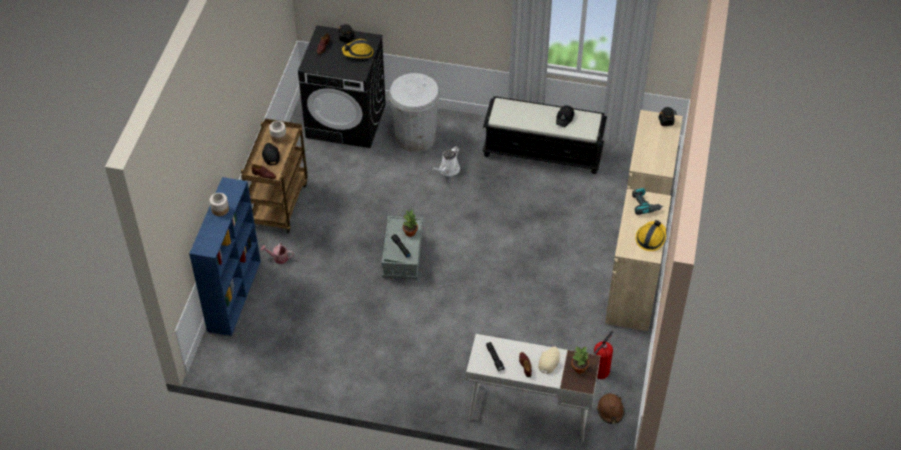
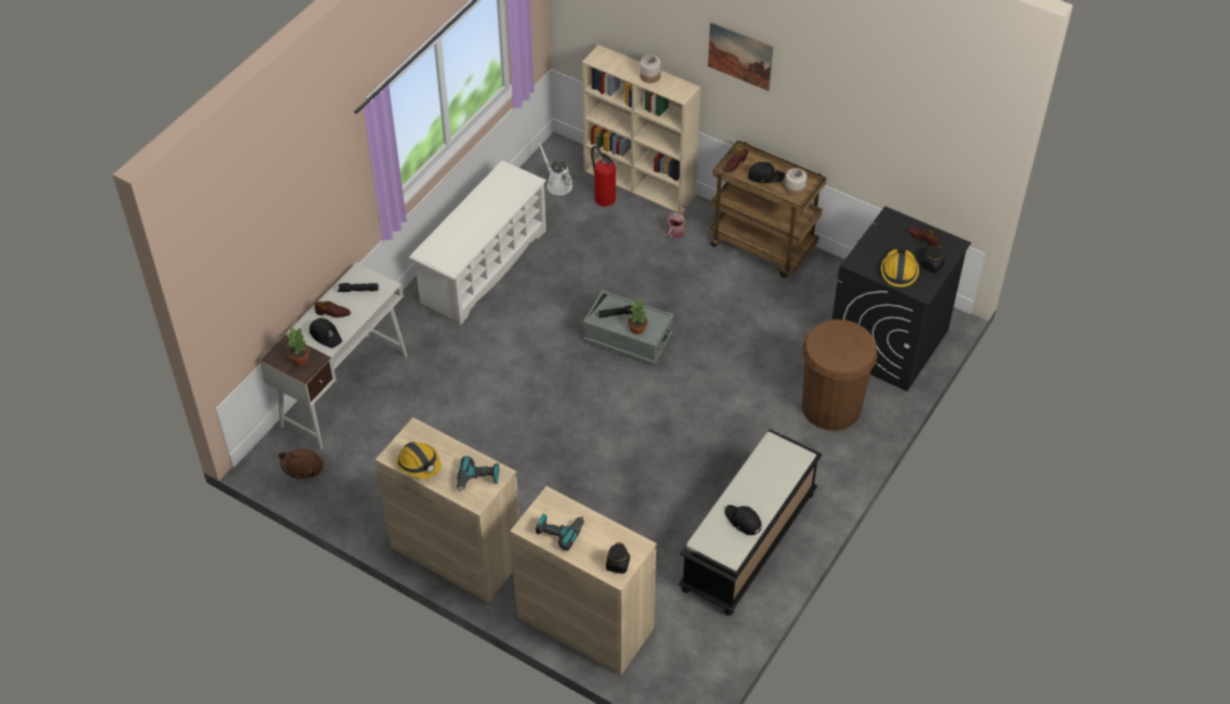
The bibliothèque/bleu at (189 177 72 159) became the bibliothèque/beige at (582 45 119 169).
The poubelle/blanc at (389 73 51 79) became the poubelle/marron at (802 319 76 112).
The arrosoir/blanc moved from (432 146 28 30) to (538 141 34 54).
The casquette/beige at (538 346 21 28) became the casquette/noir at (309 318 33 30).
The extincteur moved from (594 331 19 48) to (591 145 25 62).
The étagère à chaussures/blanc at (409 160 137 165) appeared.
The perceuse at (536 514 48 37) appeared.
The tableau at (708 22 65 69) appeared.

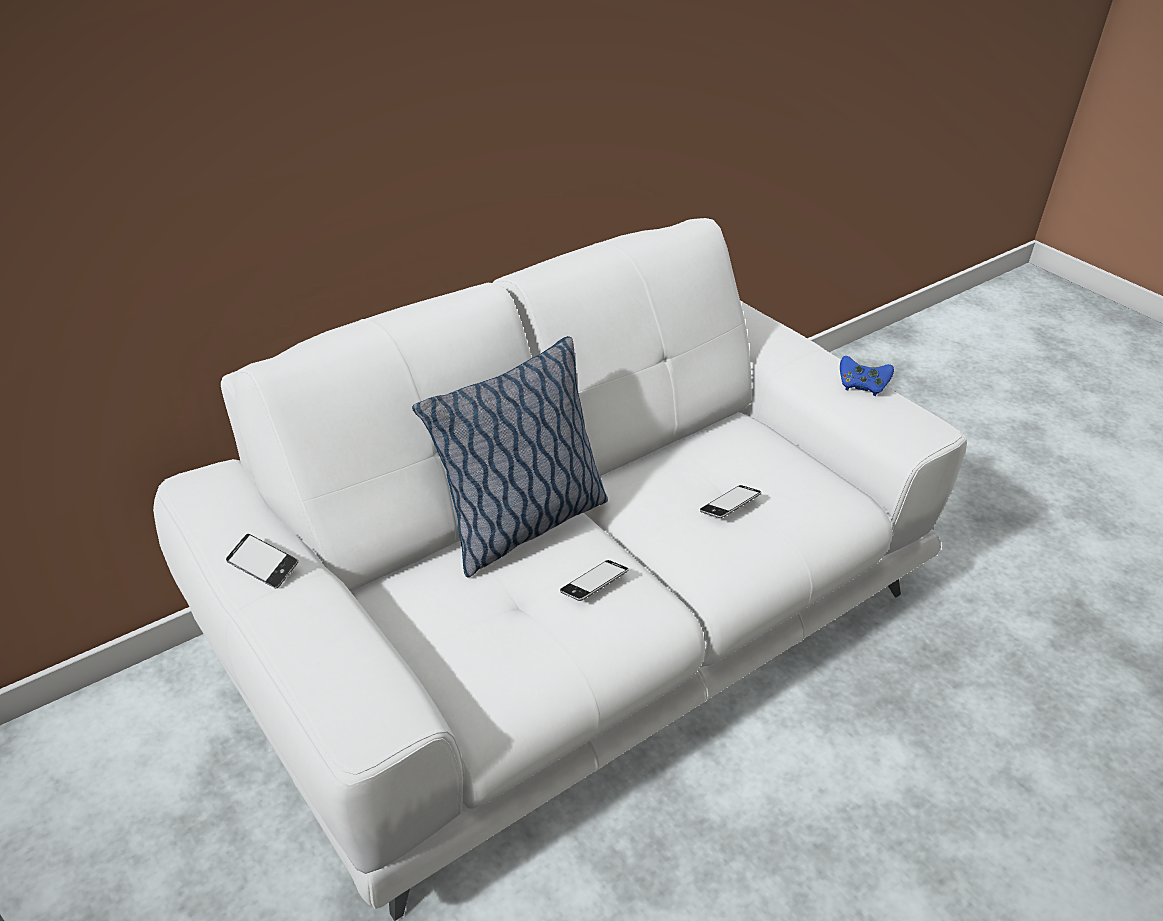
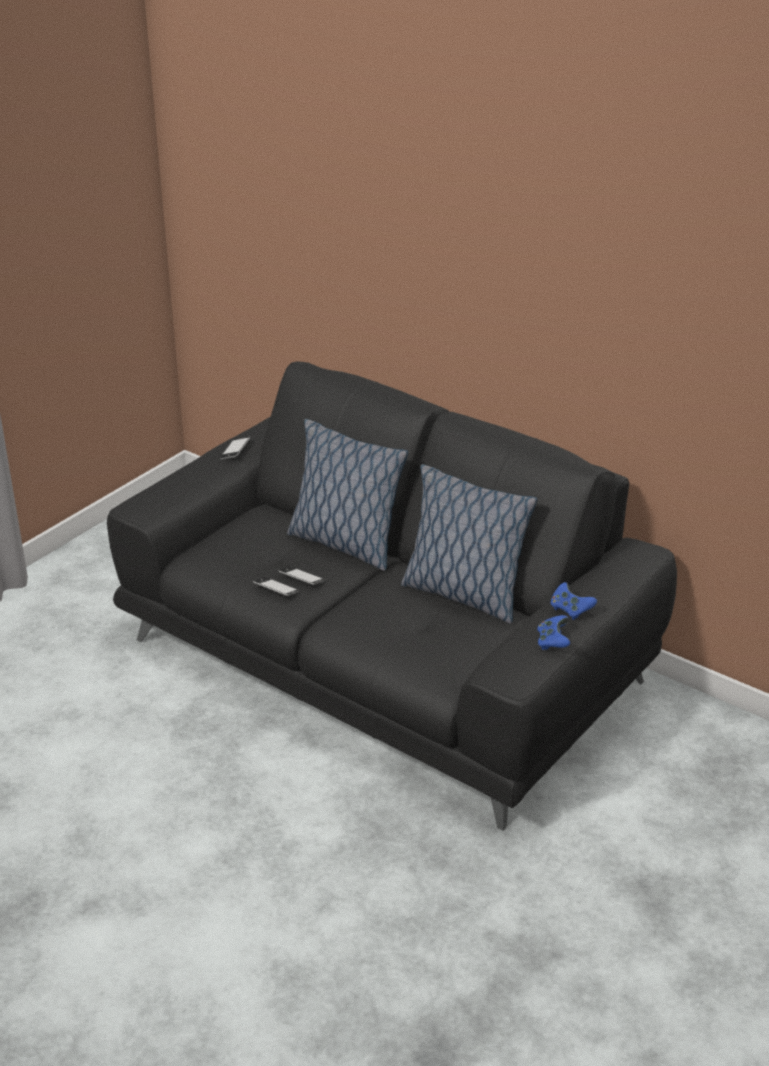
The canapé/blanc at (153 218 814 703) became the canapé/noir at (107 361 570 470).
The téléphone moved from (700 485 61 33) to (253 577 46 19).
The coussin at (401 464 136 160) appeared.
The manette/bleu at (551 582 46 38) appeared.

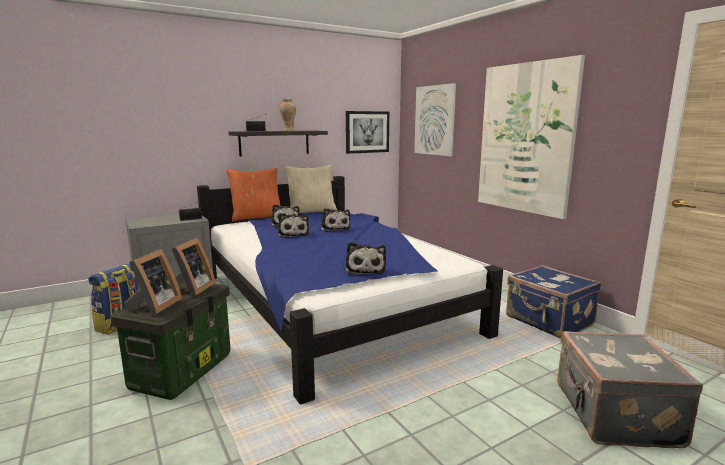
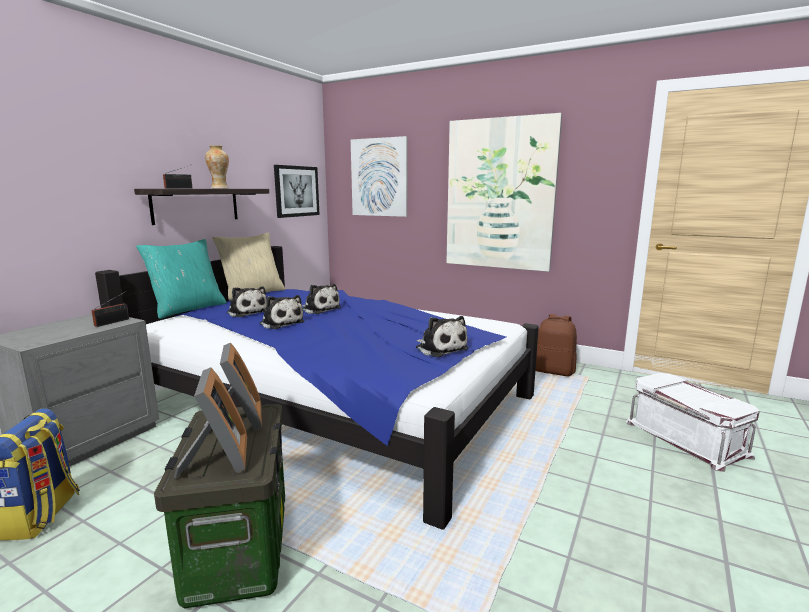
The coussin/orange at (226 168 54 54) became the coussin/turquoise at (136 239 91 80).
The valise/bleu at (506 265 95 74) was replaced by the sac à dos/marron at (535 314 42 62).
The valise/gris at (557 331 146 117) was replaced by the boîte de rangement/blanc at (626 373 134 99).

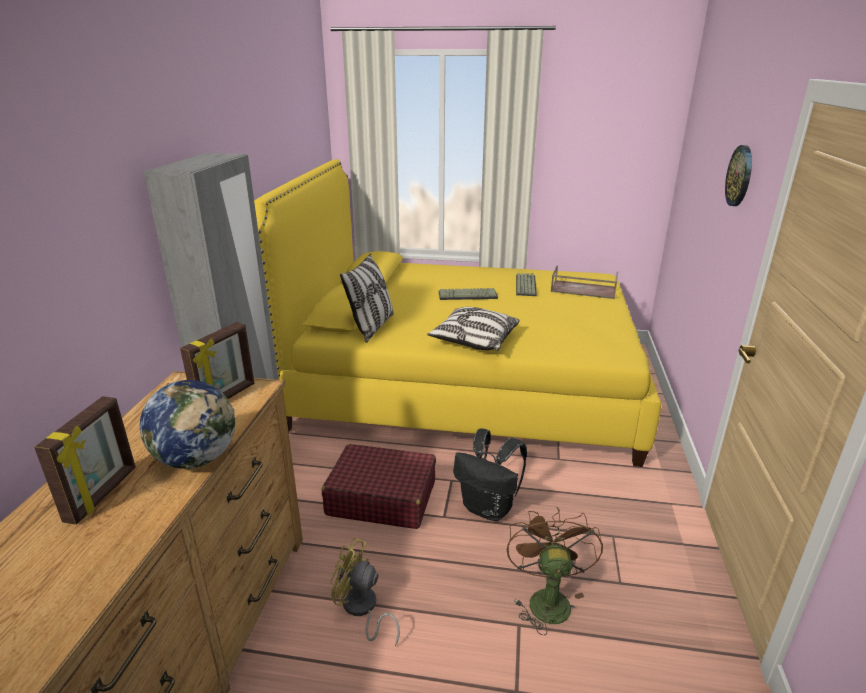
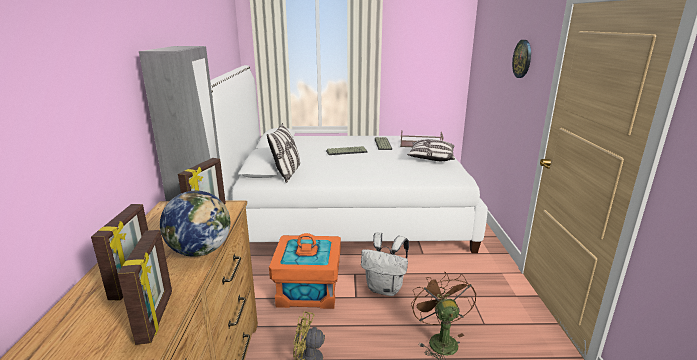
The lit/jaune at (254 159 407 308) became the lit/blanc at (210 65 278 188).
The valise/rouge at (322 444 114 85) was replaced by the boîte de rangement/orange at (269 233 72 76).
The coussin moved from (427 307 93 44) to (407 139 48 22).
The sac à dos/noir at (453 429 74 92) became the sac à dos/blanc at (361 232 48 64).
The cadre photo at (118 230 54 115) appeared.

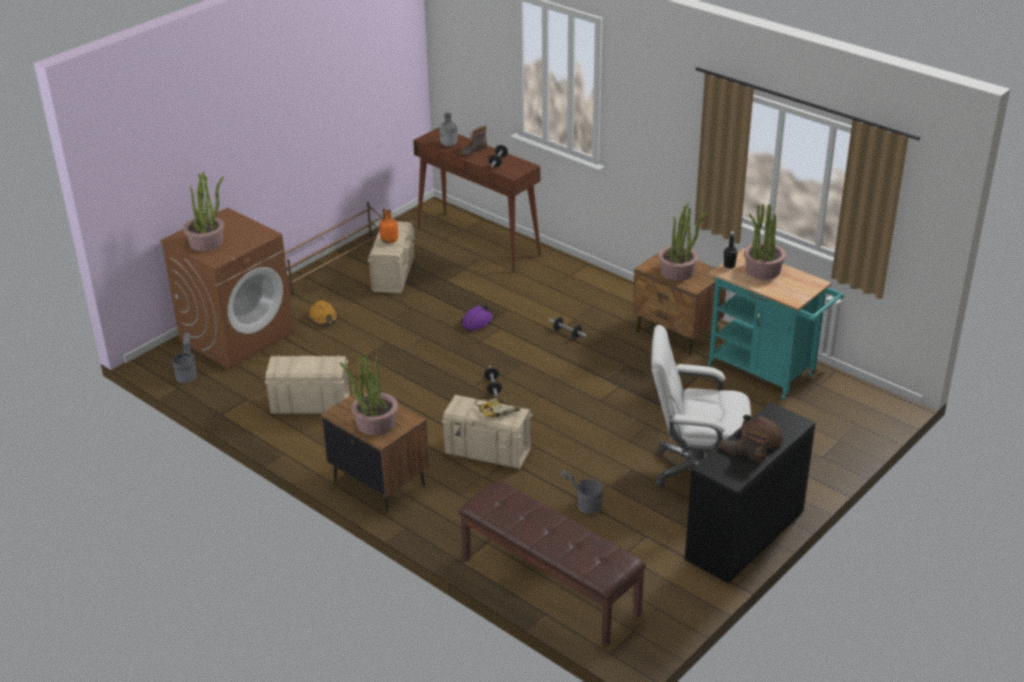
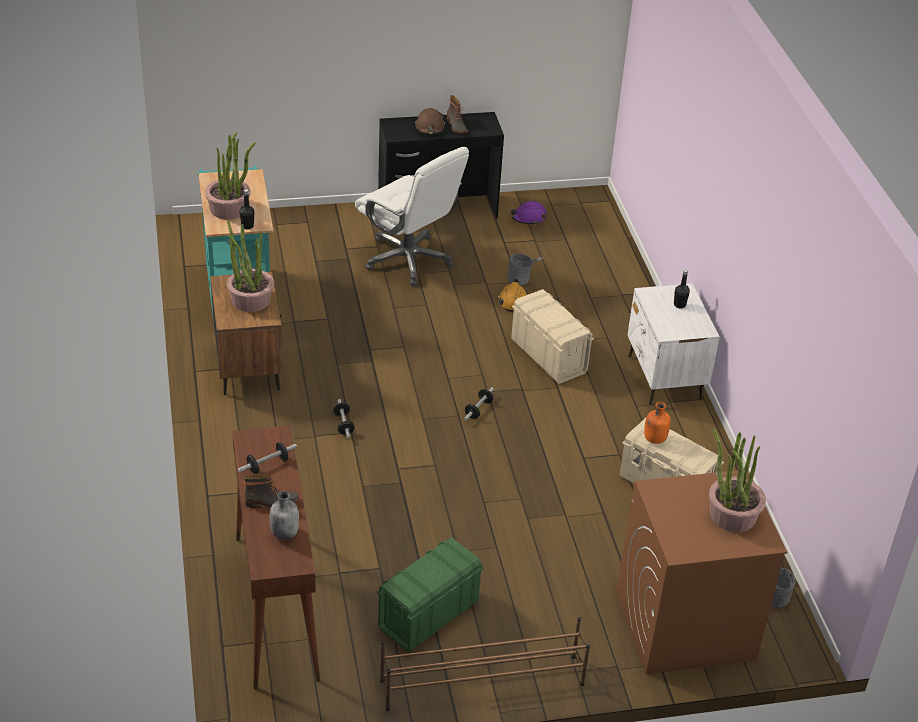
The casque de chantier/orange moved from (309 301 29 24) to (498 278 30 34).
The table de chevet/marron at (321 387 108 126) became the table de chevet/blanc at (627 283 93 123).
The plante en pot at (340 353 58 82) was replaced by the bouteille/noir at (674 269 16 39).
The boîte de rangement/beige at (368 221 46 72) became the boîte de rangement/vert at (376 538 108 114).
The bouteille/orange moved from (379 210 19 34) to (644 402 26 42).
The banc/marron at (458 481 188 166) disappeared.
The casque de chantier/violet moved from (461 305 32 26) to (510 201 37 24).
The perceuse at (475 398 46 20) disappeared.

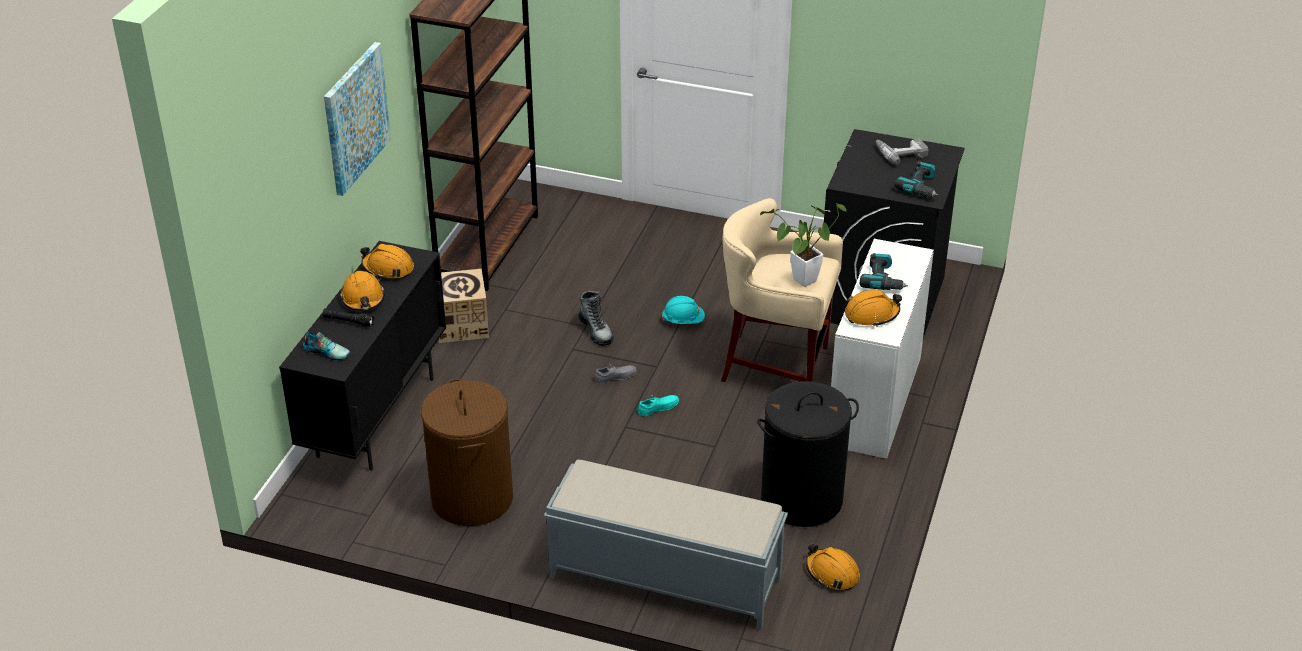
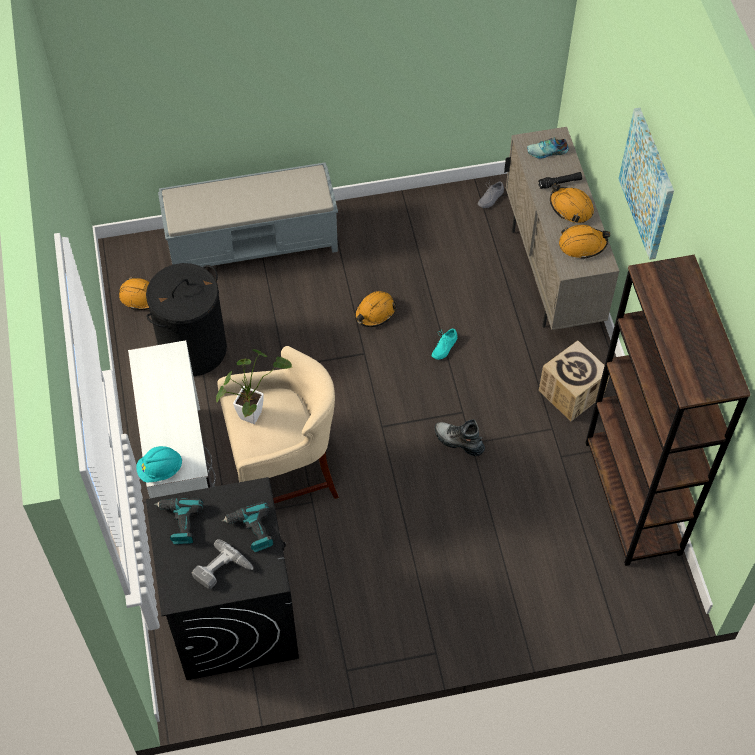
The meuble de rangement/noir at (279 241 167 230) became the meuble de rangement/beige at (504 127 115 203).
The panier à linge/marron at (421 378 92 148) disappeared.
The chaussure/gris moved from (595 365 42 19) to (477 181 27 27).
The chaussure/turquoise moved from (638 395 41 21) to (432 329 25 31).
The casque de chantier/turquoise moved from (662 296 43 28) to (136 446 47 37).
The casque de chantier/orange moved from (845 290 57 37) to (355 291 42 36).
The perceuse moved from (860 253 48 37) to (222 501 51 51).

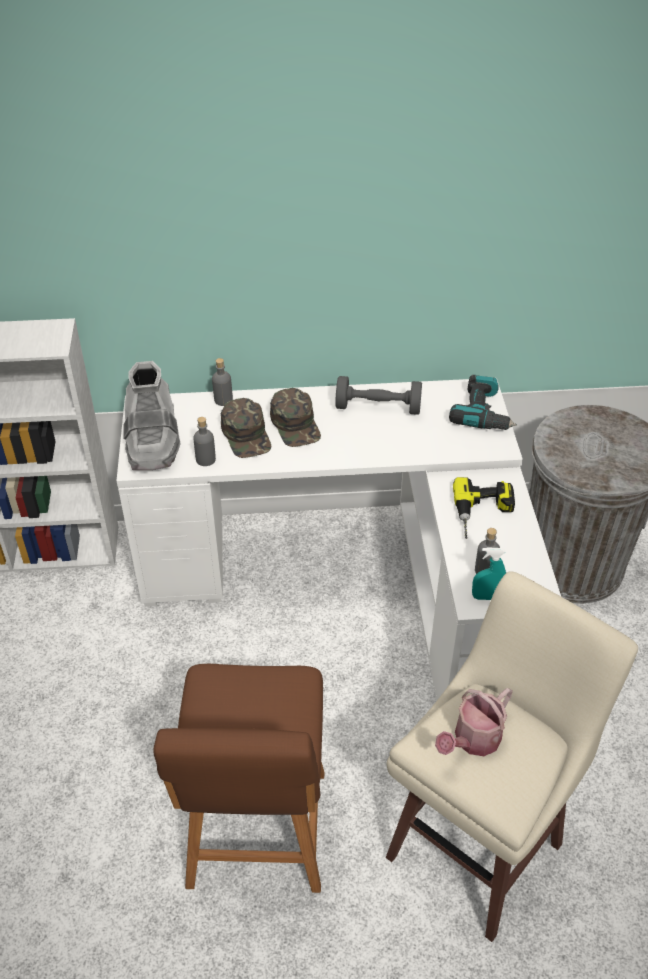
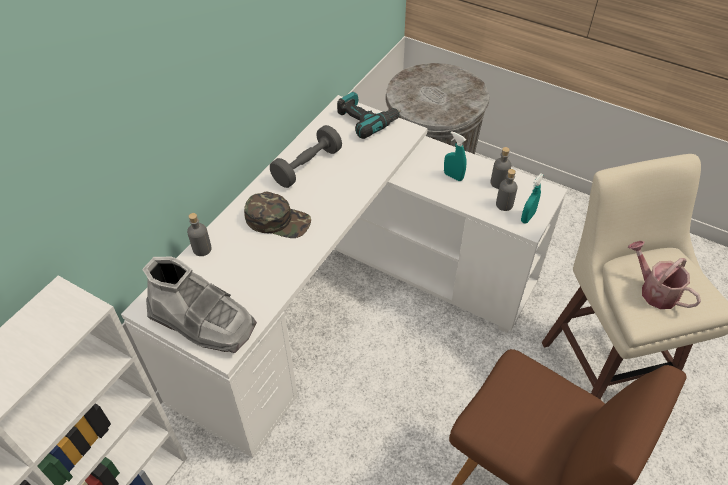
The bouteille/gris moved from (193 417 23 49) to (490 147 21 42).
The casquette/vert at (221 398 50 60) disappeared.
The arrosoir at (435 688 78 68) turned 150 degrees clockwise.
The perceuse at (453 477 62 62) was replaced by the vaporisateur/turquoise at (444 131 23 50).

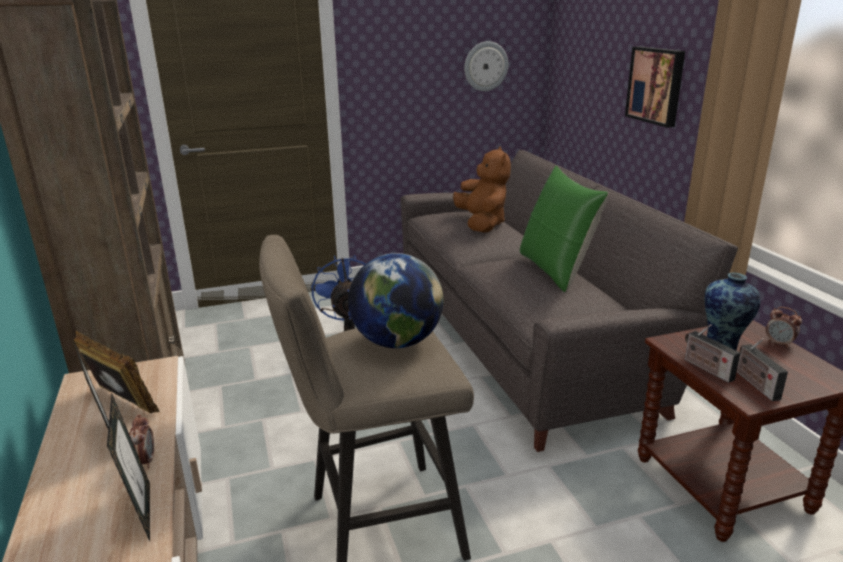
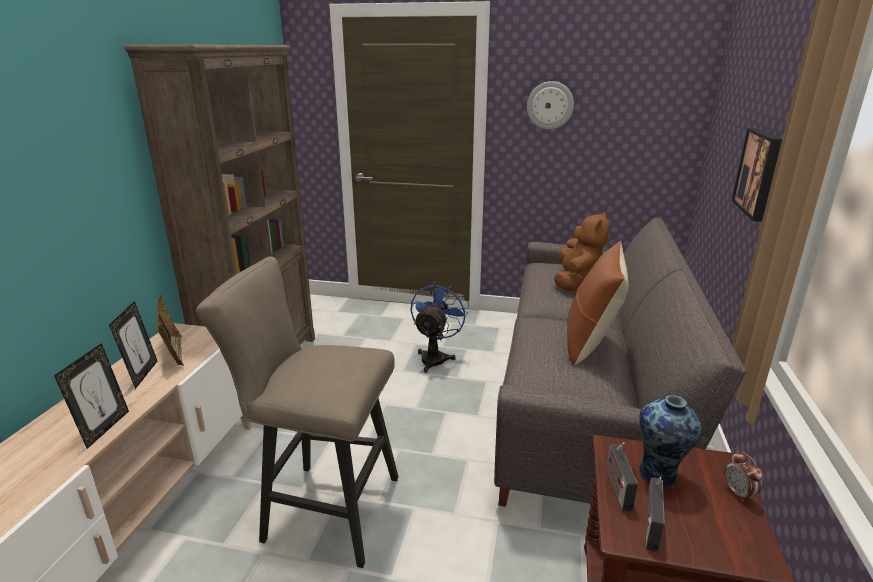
The réveil at (129 415 25 54) disappeared.
The globe at (348 253 95 95) disappeared.
The horloge murale moved from (464 41 44 50) to (527 81 47 49).
The coussin/vert at (520 166 88 126) became the coussin/marron at (567 241 62 125).

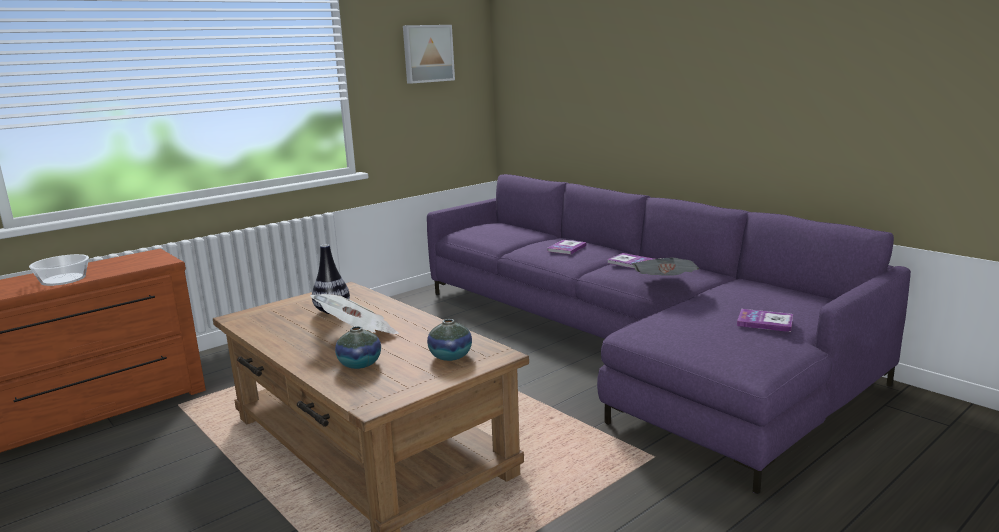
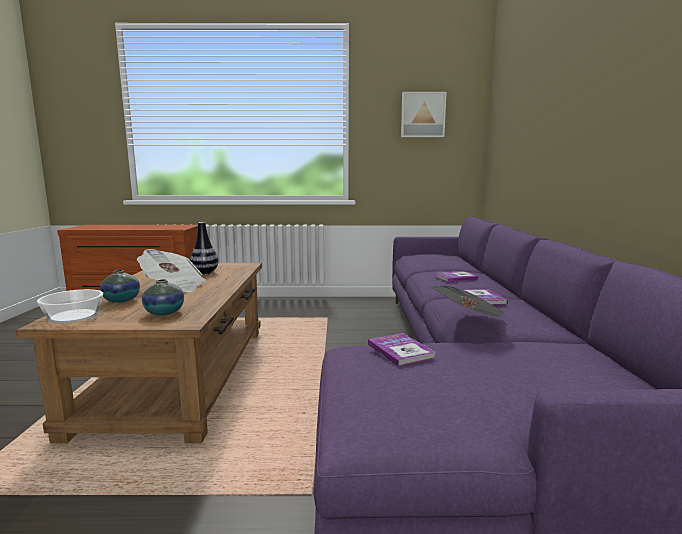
The bol moved from (29 254 60 32) to (37 289 66 34).
The livre moved from (737 309 56 23) to (368 333 68 33).

